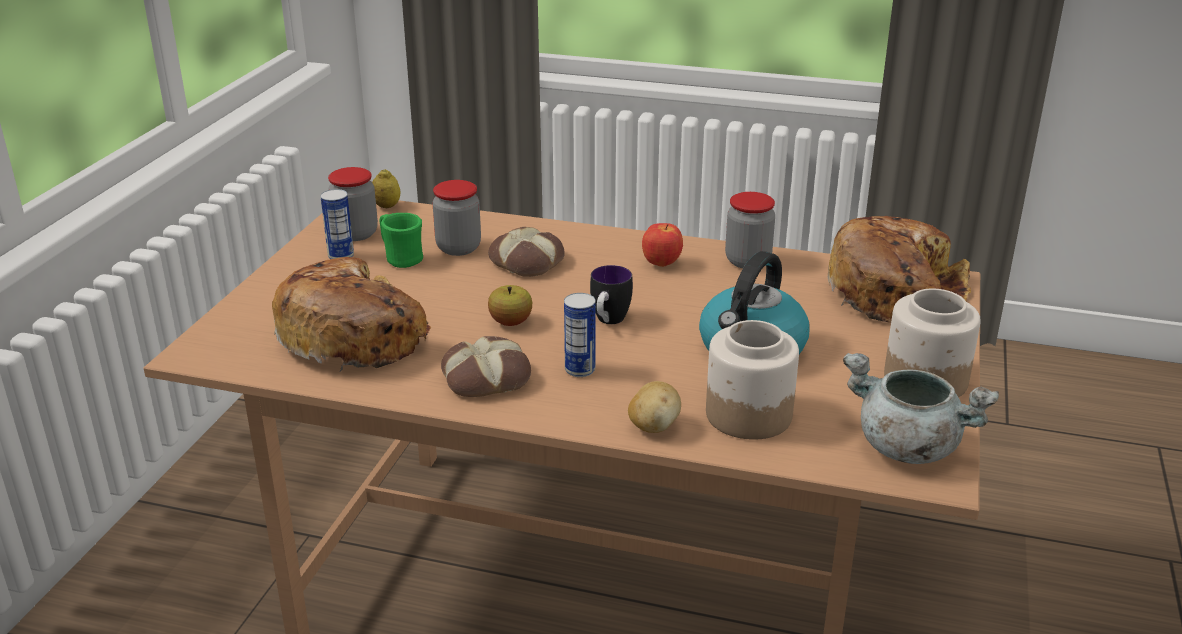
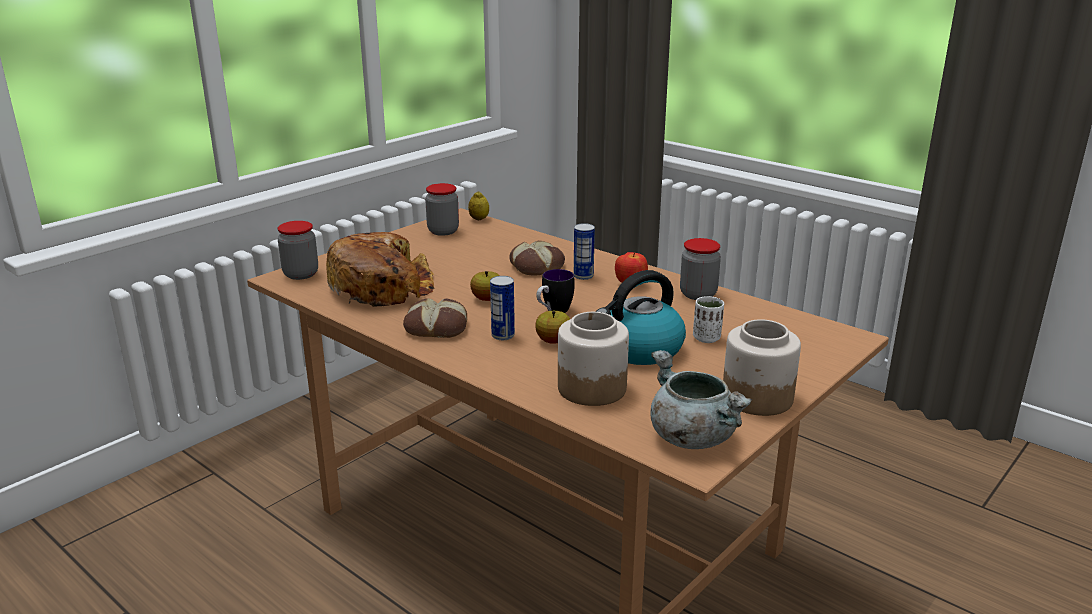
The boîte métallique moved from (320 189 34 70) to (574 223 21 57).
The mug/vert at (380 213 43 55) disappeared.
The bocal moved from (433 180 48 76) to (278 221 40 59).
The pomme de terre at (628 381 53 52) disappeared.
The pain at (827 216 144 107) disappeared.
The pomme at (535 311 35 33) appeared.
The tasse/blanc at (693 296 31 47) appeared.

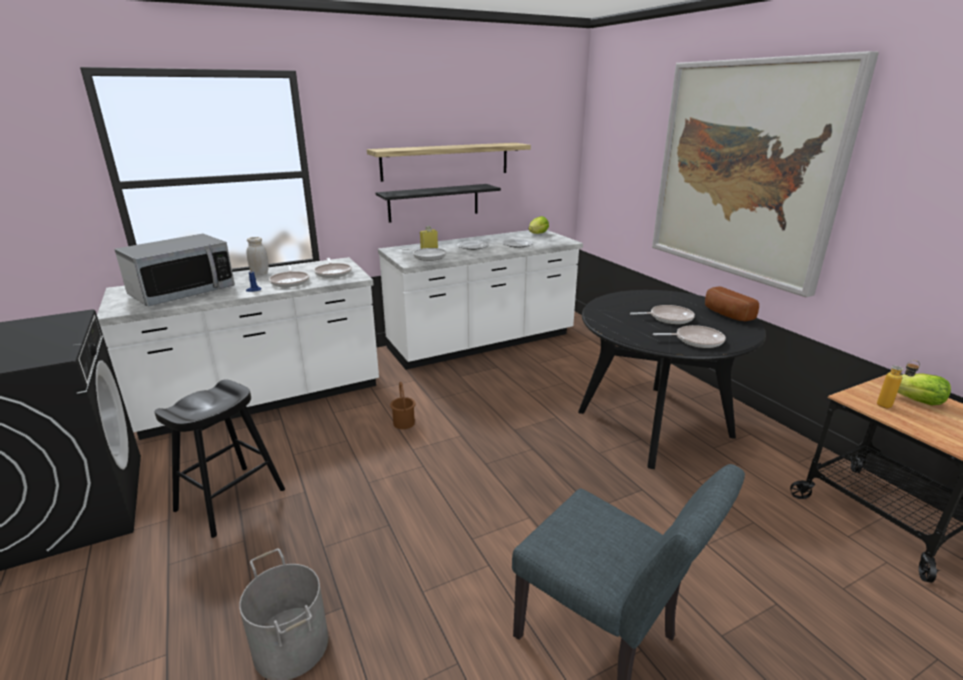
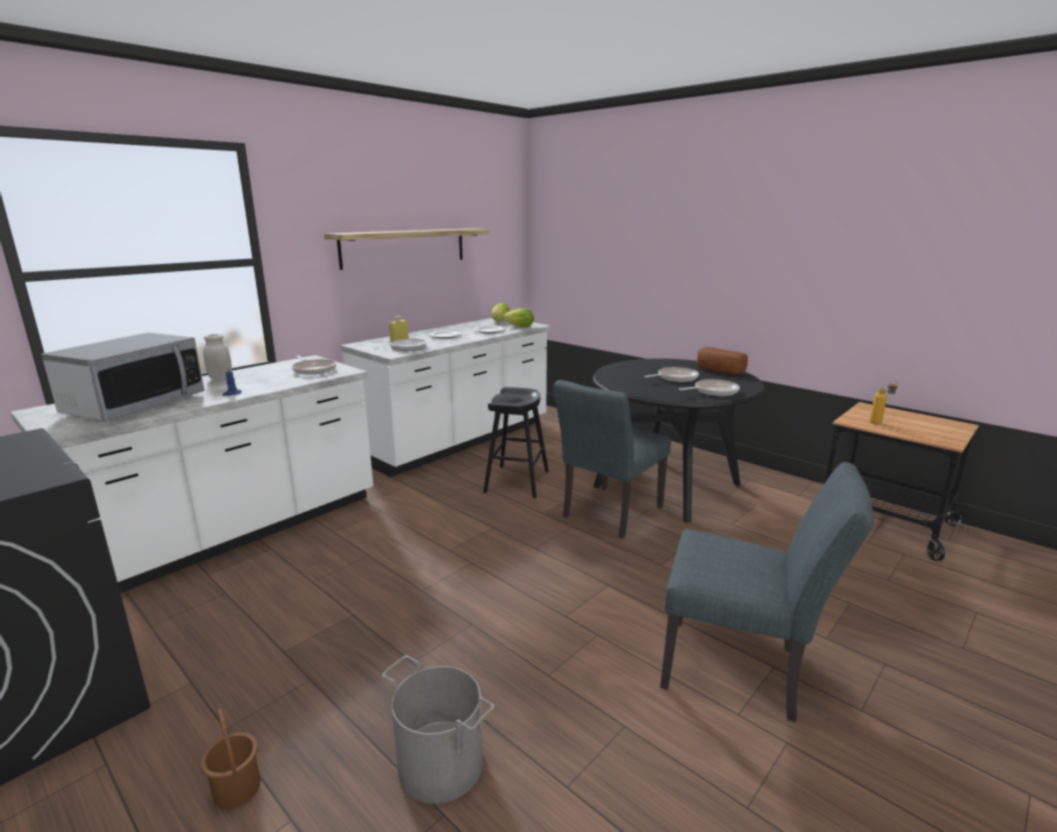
The tabouret/noir moved from (155 379 130 159) to (483 387 66 111).
The poêle at (269 265 40 22) disappeared.
The étagère/noir at (376 184 125 39) disappeared.
The seau/marron moved from (390 382 25 47) to (200 708 61 101).
The tableau at (652 51 227 246) disappeared.
The laitue moved from (898 374 53 31) to (504 308 30 19).
The chaise/gris at (553 380 118 158) appeared.

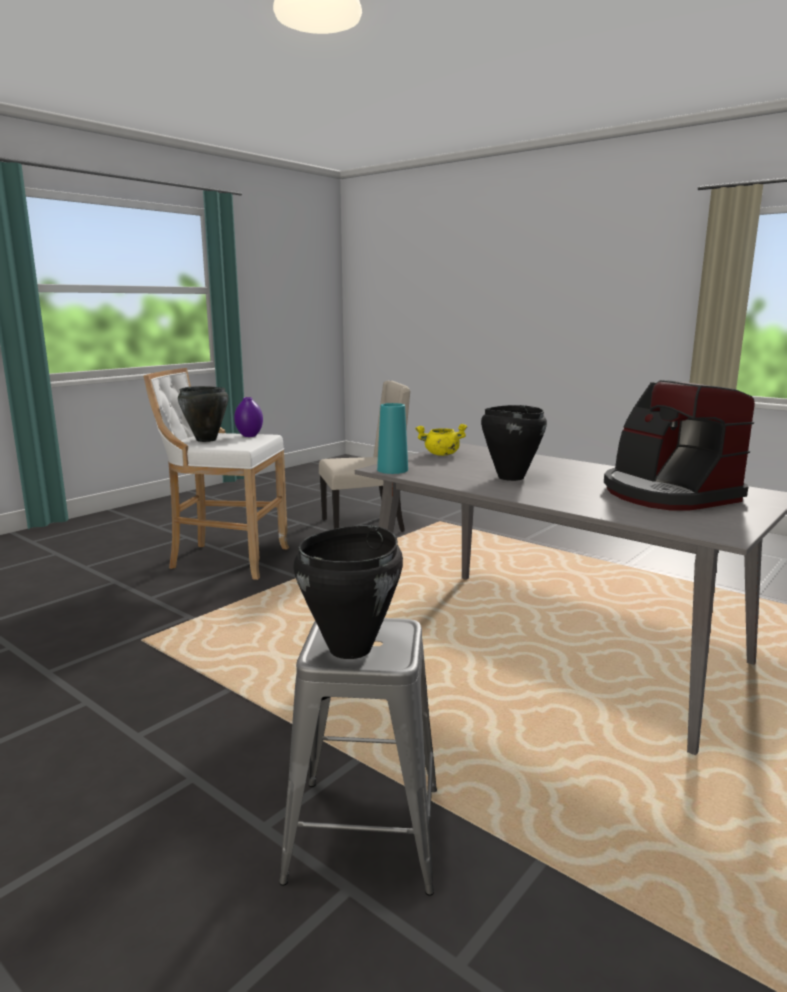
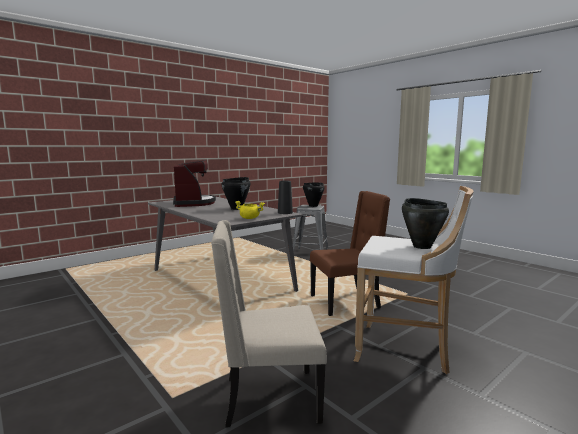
The vase/violet at (234 397 29 40) disappeared.
The vase/turquoise at (377 403 31 71) became the vase/noir at (278 181 15 33).
The chaise/marron at (310 191 80 125) appeared.

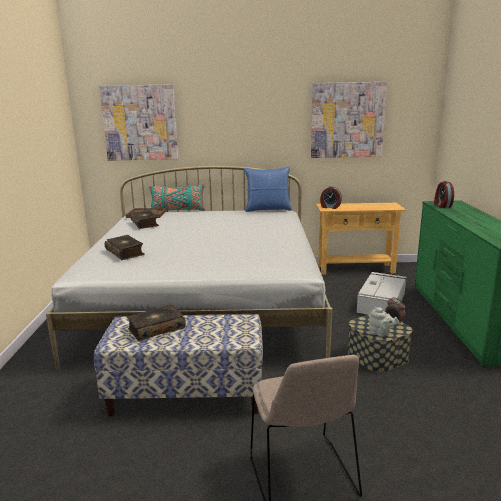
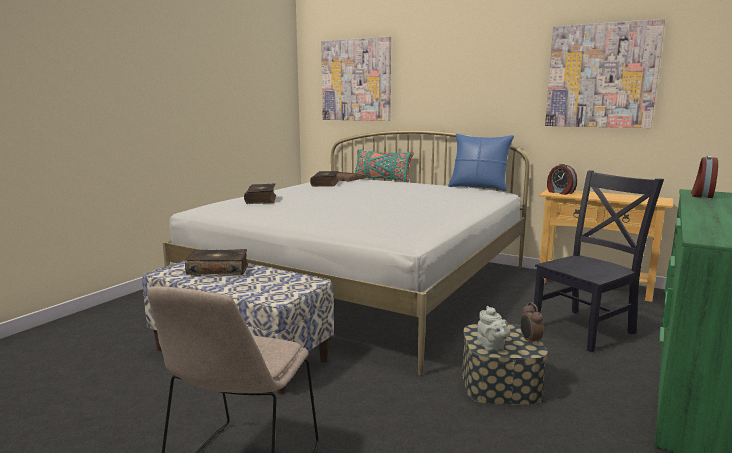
The boîte de rangement/gris at (357 272 50 43) was replaced by the chaise/noir at (534 170 130 182).

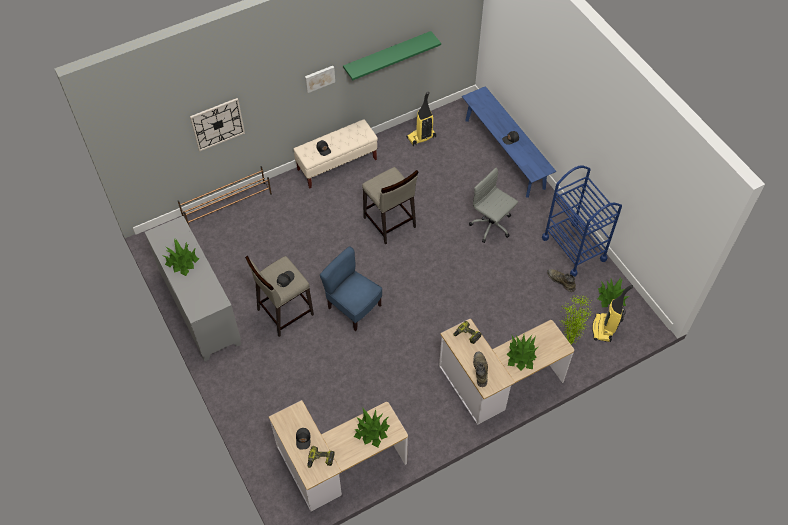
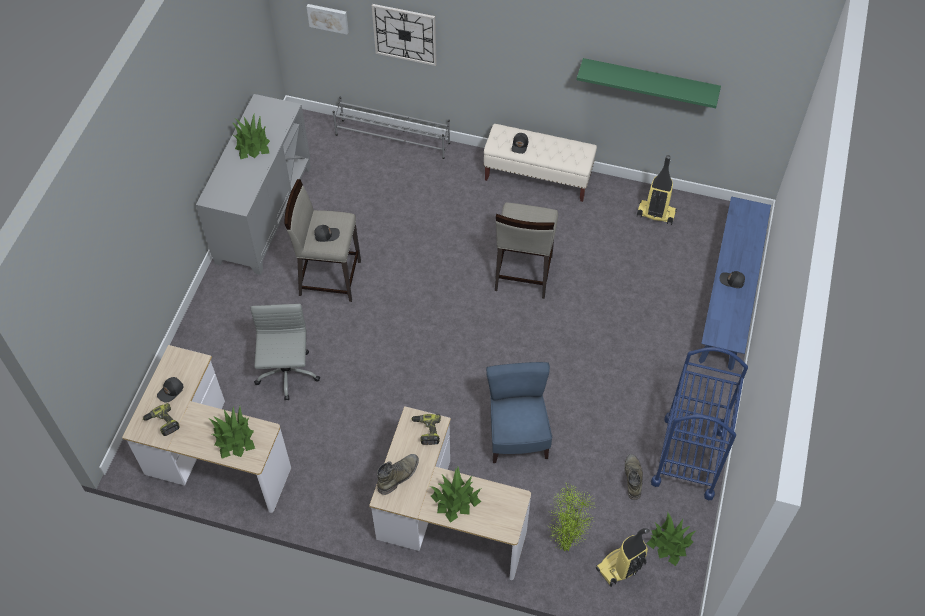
The étagère à chaussures/marron at (178 166 94 61) became the étagère à chaussures/gris at (333 96 117 63).
The tableau moved from (305 66 30 27) to (307 4 42 30).
The chaise/bleu moved from (320 246 62 86) to (486 362 66 101).
The chaise de bureau/gris moved from (469 168 49 75) to (250 304 70 97).

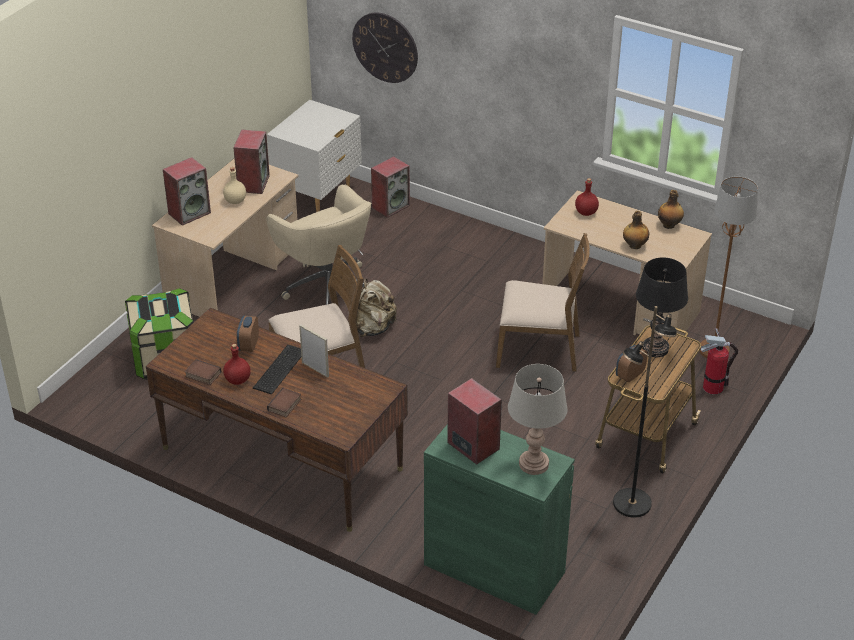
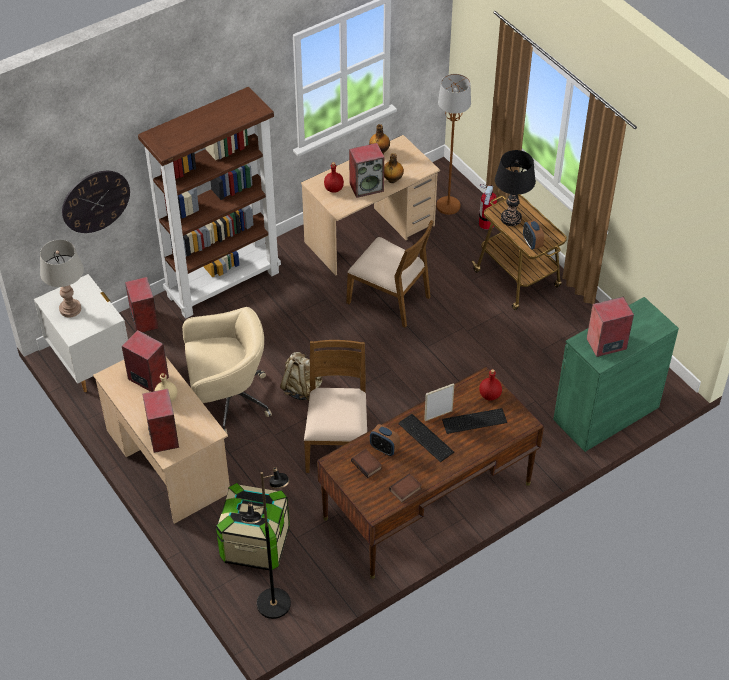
The bouteille/rouge moved from (223 344 28 41) to (479 369 23 32).
The livre moved from (267 388 34 30) to (351 449 31 29).
The chaise/marron at (496 233 94 139) turned 90 degrees clockwise.
The lampe de table/gris moved from (508 364 60 111) to (40 240 44 78).
The lampadaire/noir moved from (613 306 64 211) to (241 467 50 152).
The bibliothèque/marron at (138 87 143 232) appeared.
The enceinte at (349 143 35 55) appeared.
The clavier at (442 408 65 26) appeared.

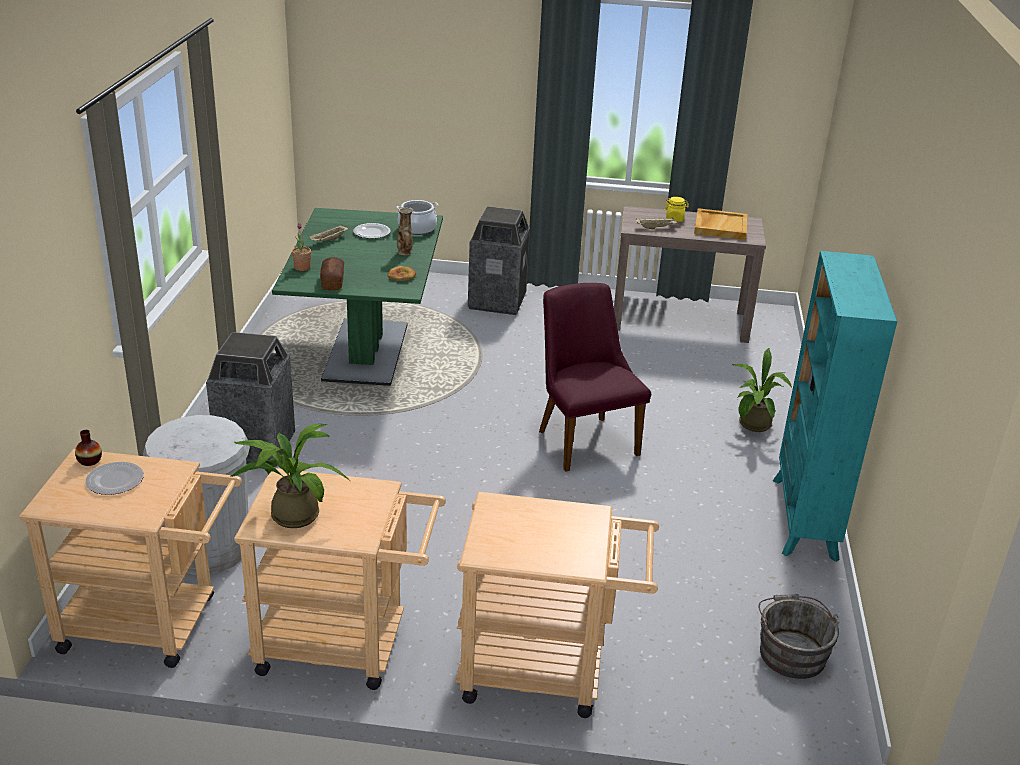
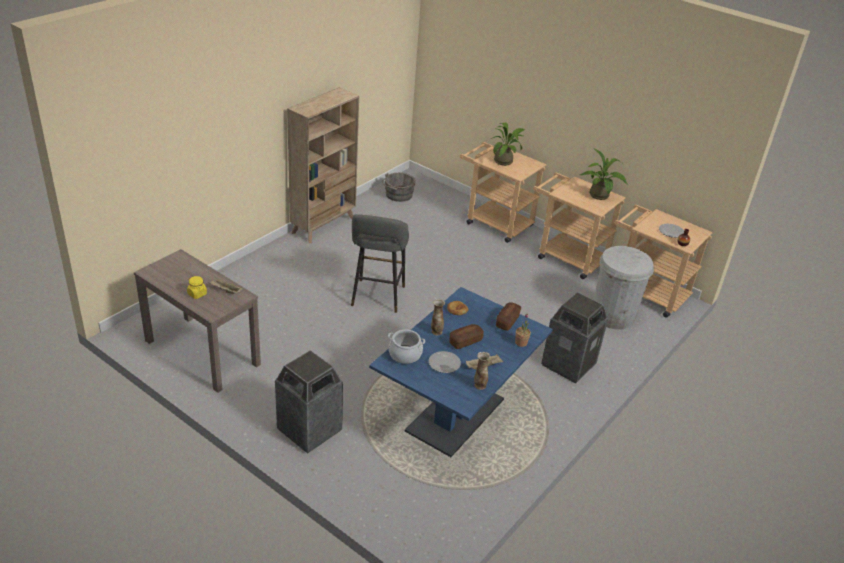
The table à manger/vert at (272 208 171 178) became the table à manger/bleu at (369 287 184 170).
The chaise/violet at (539 283 112 189) was replaced by the tabouret/gris at (351 214 58 99).
The plateau/beige at (694 208 54 32) disappeared.
The plante en pot moved from (732 348 60 84) to (491 123 35 43).
The bibliothèque/turquoise at (773 251 124 311) became the bibliothèque/beige at (287 88 72 155).
The pain at (449 324 35 25) appeared.
The vase at (474 352 16 38) appeared.

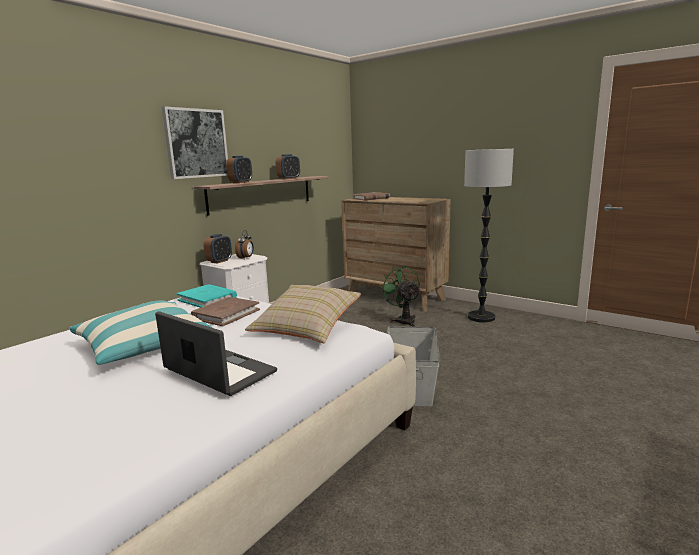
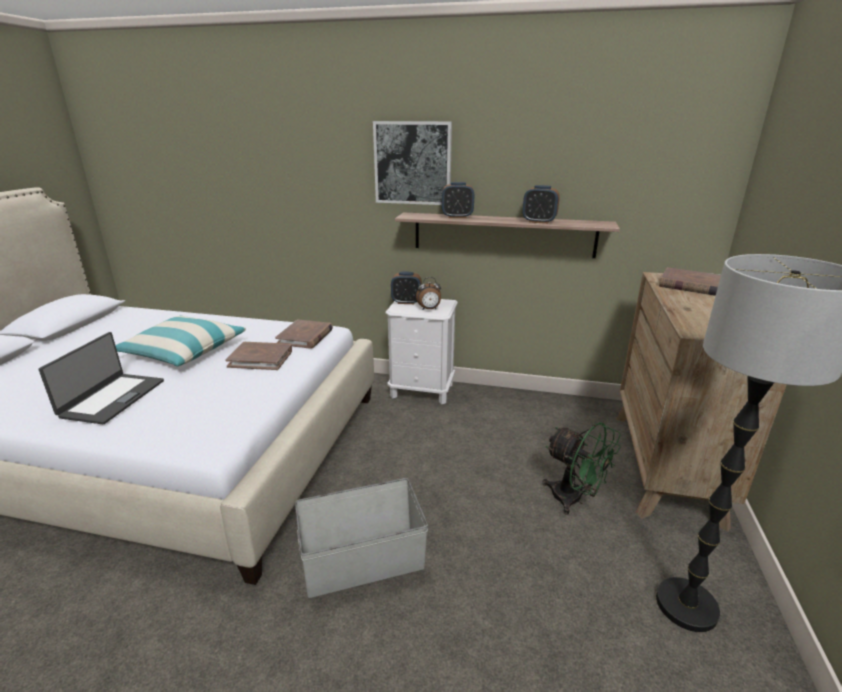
The livre/turquoise at (176 284 61 24) became the livre/marron at (275 320 58 29).
The coussin/beige at (245 285 116 58) disappeared.
The ventilateur/vert at (380 266 41 61) turned 90 degrees clockwise.

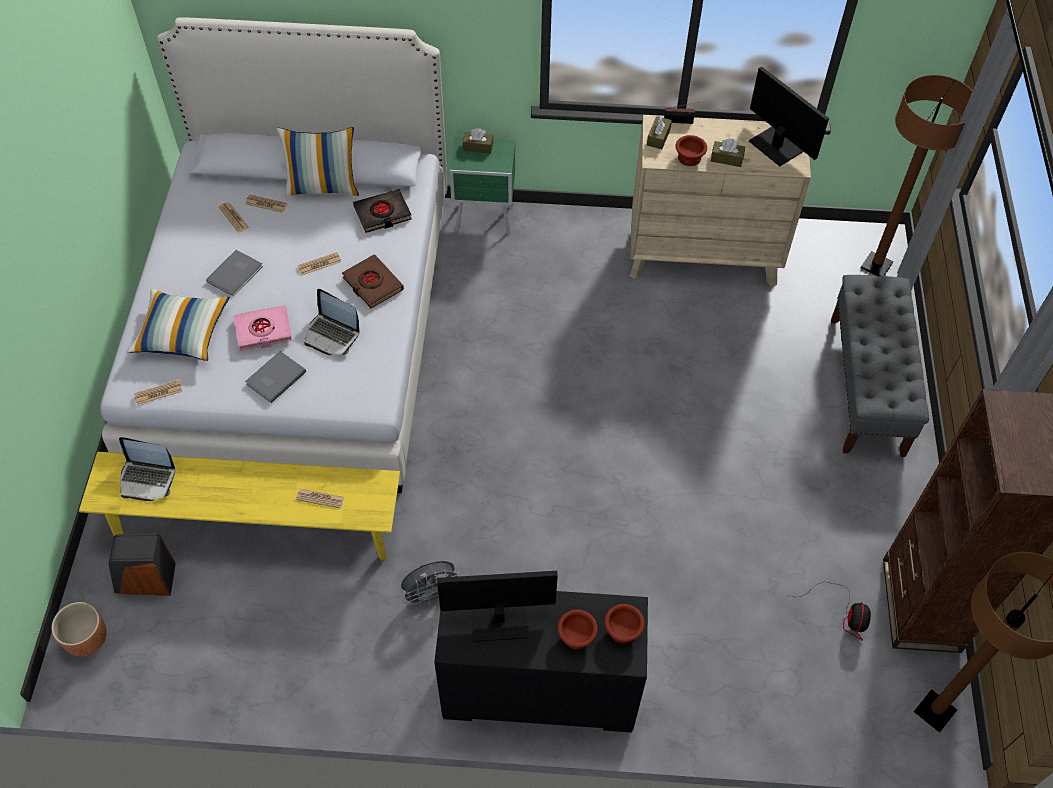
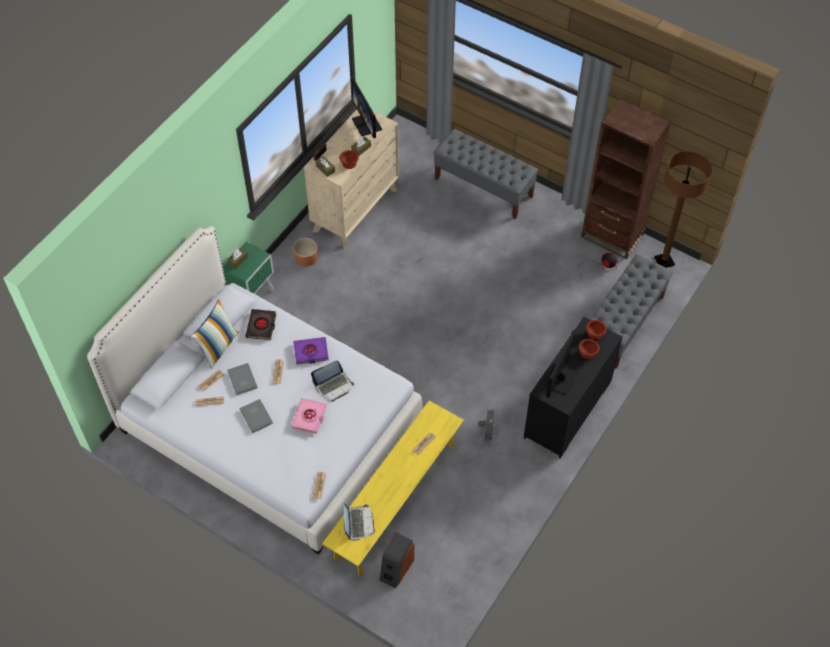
The cache-pot/marron moved from (51 602 56 54) to (293 238 25 29).
The ordinateur portable at (119 437 56 64) turned 45 degrees counterclockwise.
The coussin at (127 289 103 72) disappeared.
The livre/gris moved from (245 351 61 52) to (227 363 31 32).
The livre/marron at (342 254 62 54) became the livre/violet at (293 337 36 28).
The écran d'ordinateur at (749 66 80 100) turned 105 degrees counterclockwise.
The lampadaire/marron at (861 75 111 201) disappeared.
The banc/gris at (591 254 82 115) appeared.

